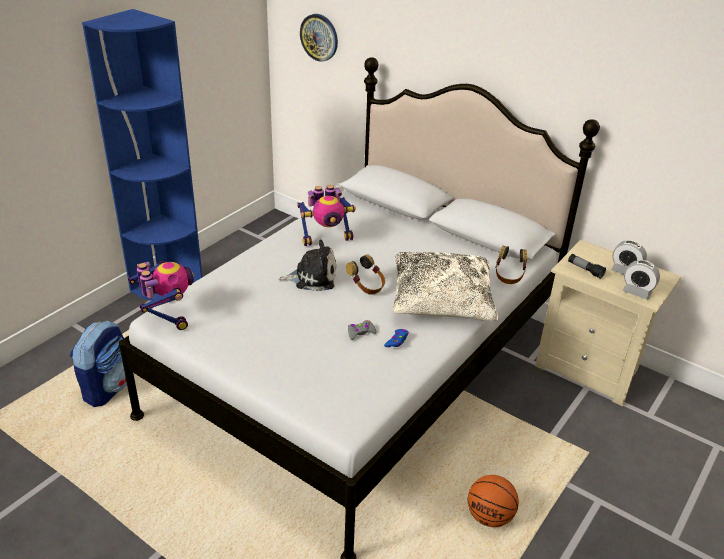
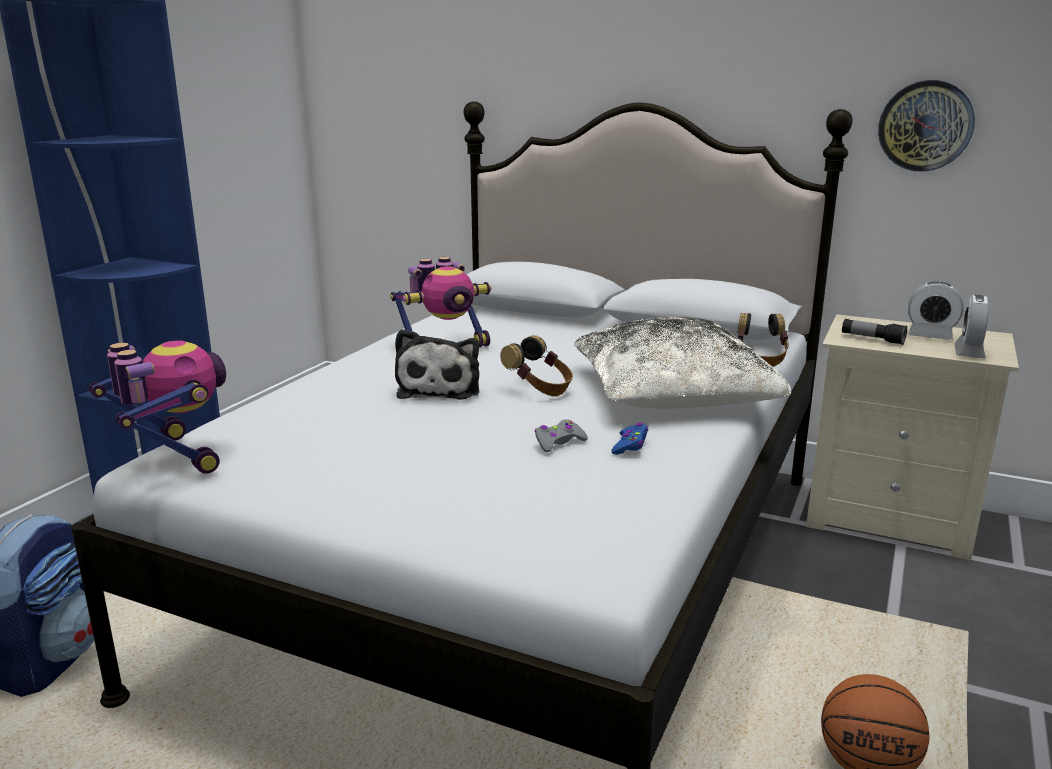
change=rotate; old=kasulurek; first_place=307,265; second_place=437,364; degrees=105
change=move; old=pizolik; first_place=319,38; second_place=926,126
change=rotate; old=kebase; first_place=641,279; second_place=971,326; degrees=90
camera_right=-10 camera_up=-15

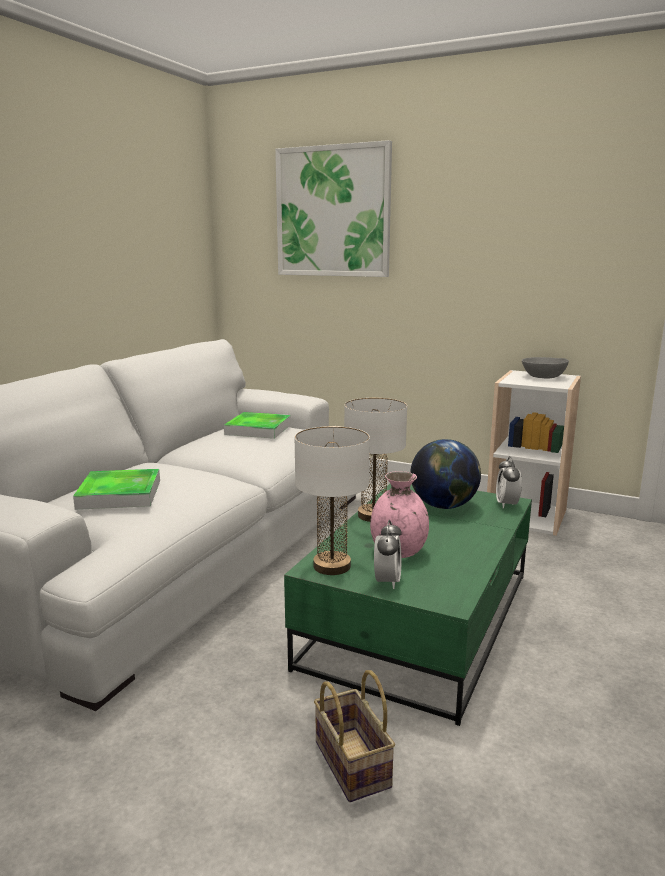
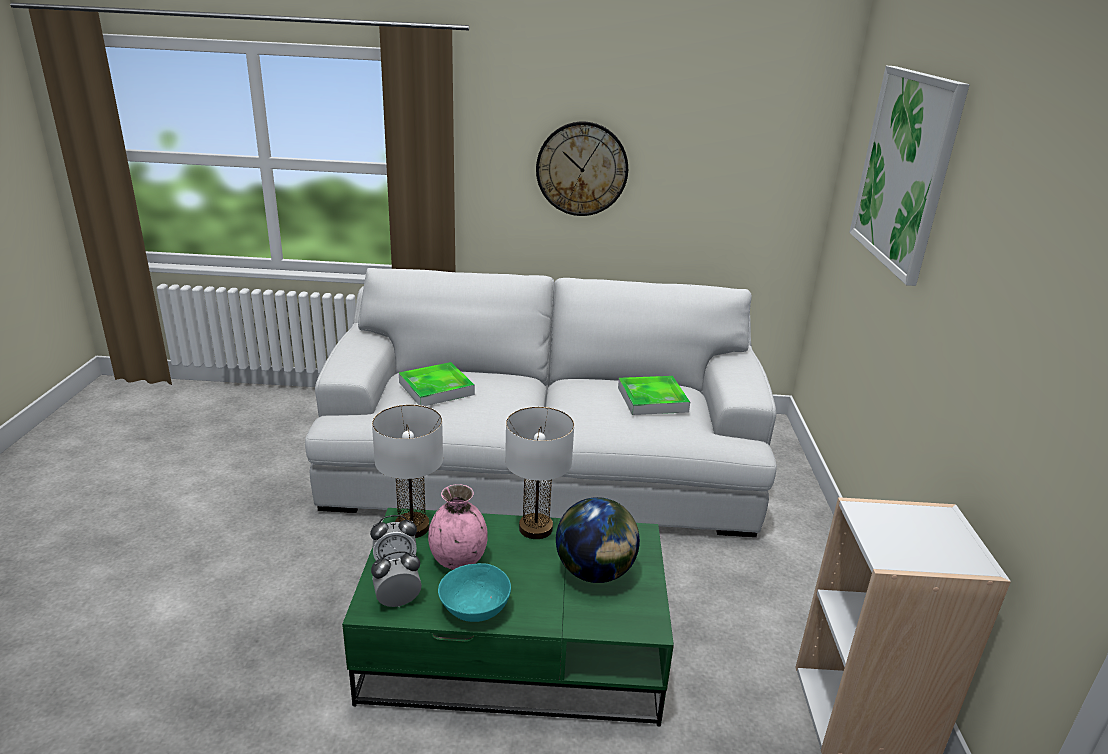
change=delete; old=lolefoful; first_place=354,736
change=move; old=kebase; first_place=509,482; second_place=396,579
change=delete; old=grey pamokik; first_place=545,368
change=insert; new=turquoise pamokik; second_place=474,592
change=insert; new=pizolik; second_place=582,169
camera_right=65 camera_up=10

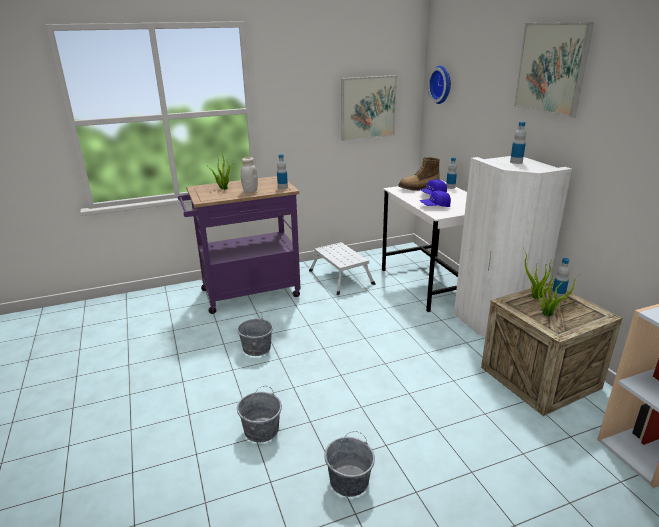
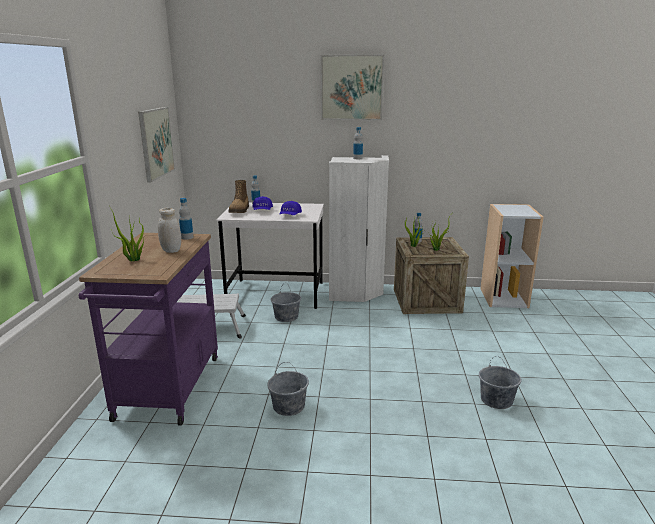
change=move; old=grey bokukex; first_place=259,414; second_place=286,303
change=delete; old=pizolik; first_place=439,85
camera_right=-65 camera_up=-5

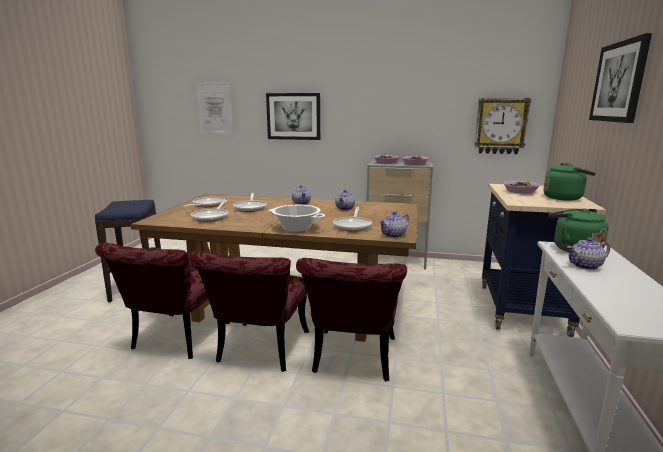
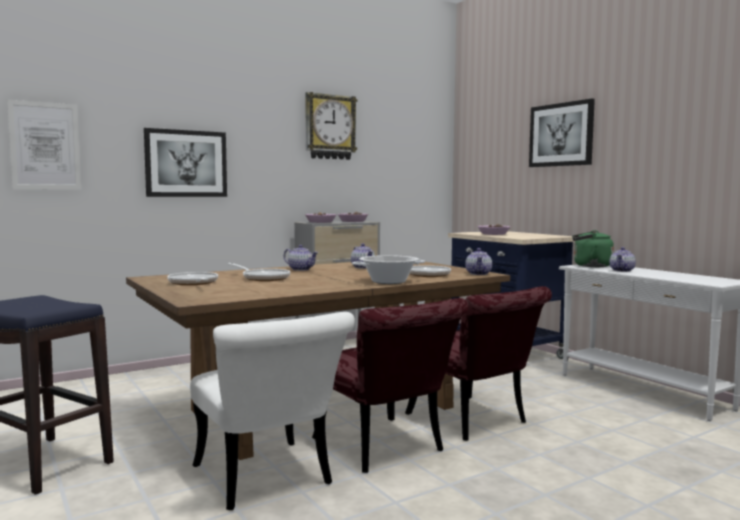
change=recolor; old=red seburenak; new=white seburenak; first_place=162,301; second_place=272,411
change=delete; old=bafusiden; first_place=209,211
change=move; old=pizolik; first_place=502,126; second_place=331,126
change=delete; old=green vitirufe; first_place=569,182
camera_right=-45 camera_up=-10

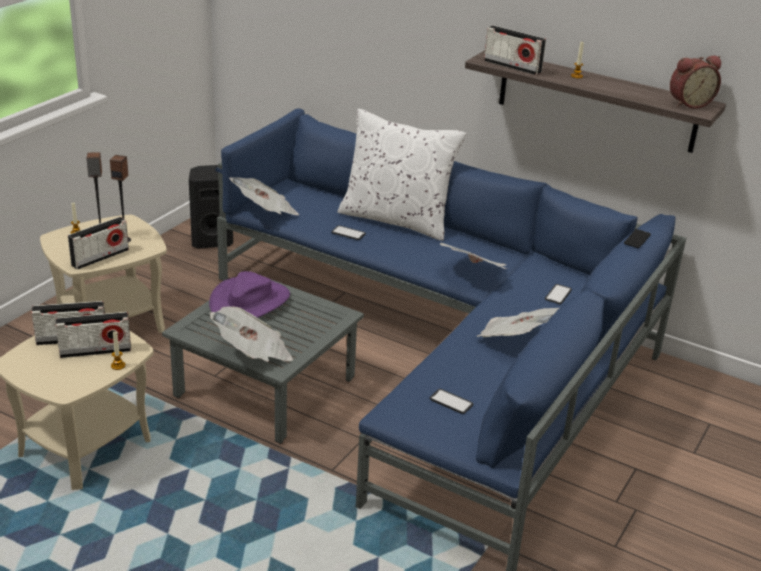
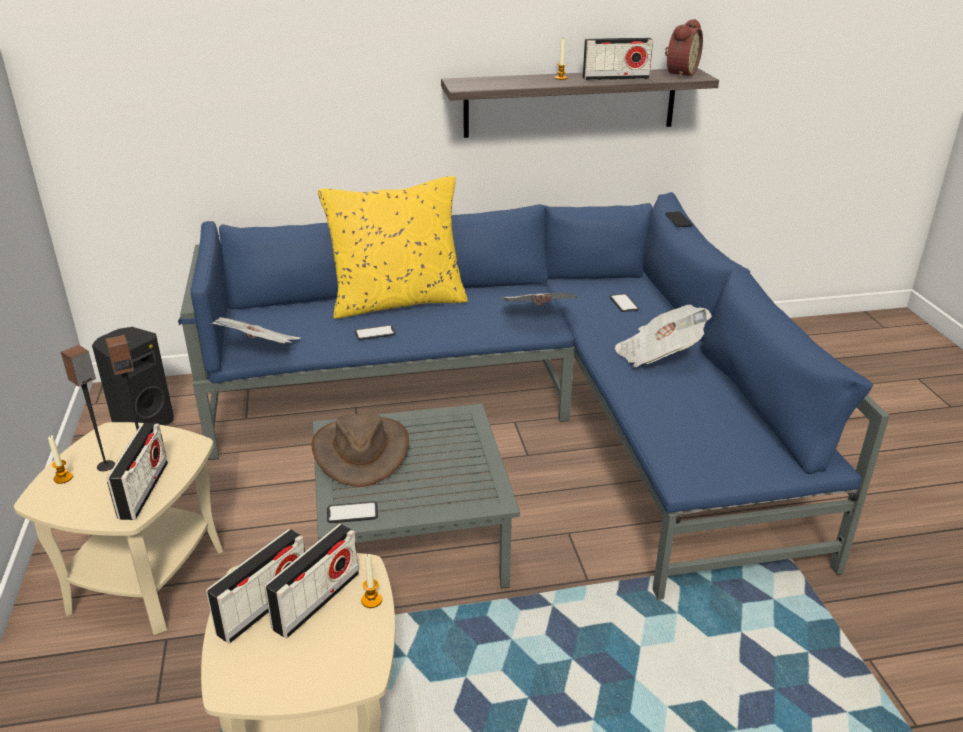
change=recolor; old=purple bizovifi; new=brown bizovifi; first_place=249,294; second_place=360,450
change=delete; old=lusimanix; first_place=251,334
change=recolor; old=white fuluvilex; new=yellow fuluvilex; first_place=401,175; second_place=393,247
change=move; old=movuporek; first_place=451,401; second_place=352,512
change=move; old=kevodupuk; first_place=515,50; second_place=618,59
camera_right=-40 camera_up=0

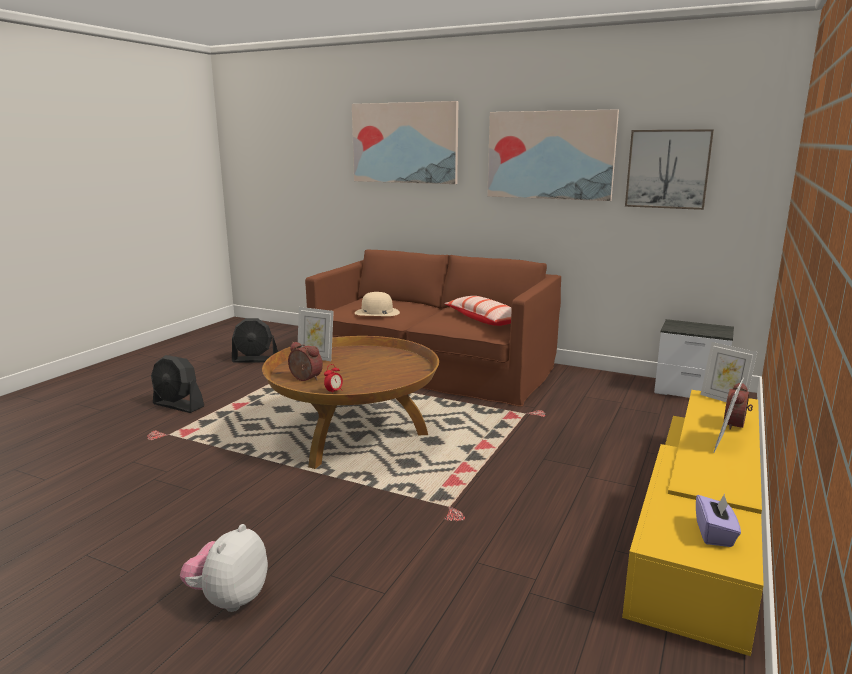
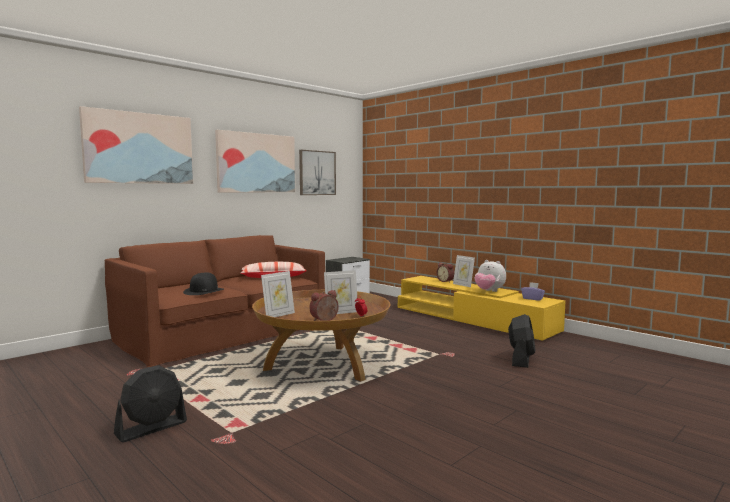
change=move; old=kasulurek; first_place=224,568; second_place=490,276
change=move; old=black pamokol; first_place=255,340; second_place=521,341
change=recolor; old=beige bizovifi; new=black bizovifi; first_place=377,304; second_place=203,284
change=move; old=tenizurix; first_place=729,372; second_place=341,292
camera_right=-70 camera_up=-10

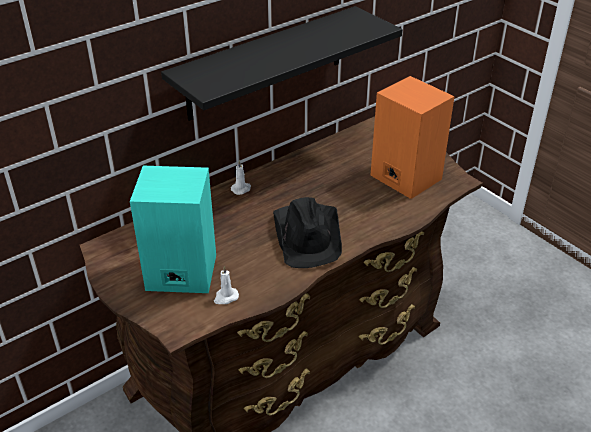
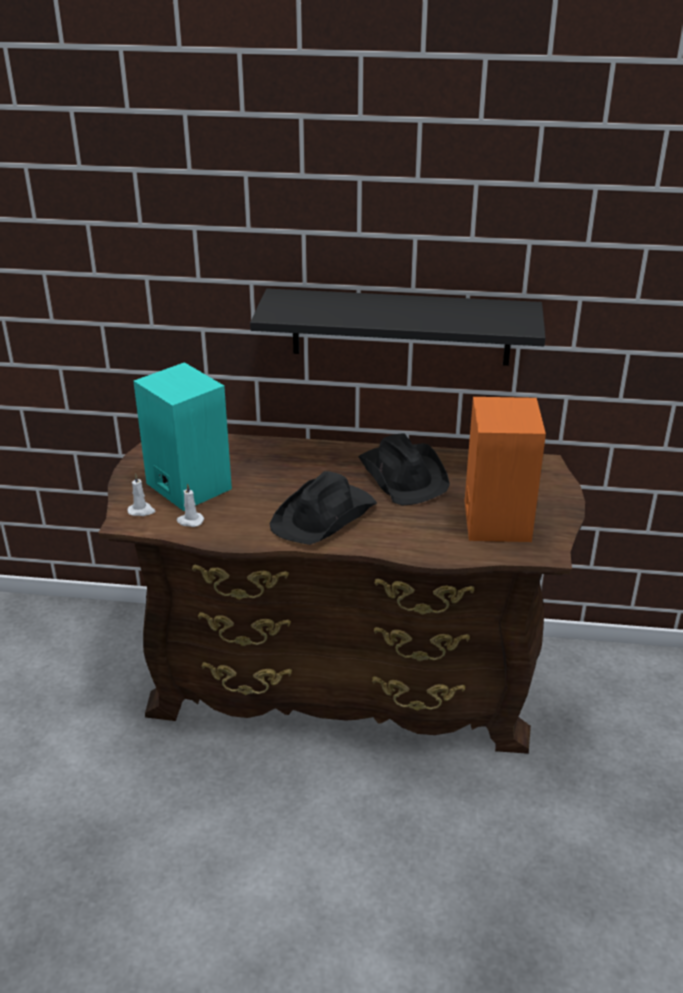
change=move; old=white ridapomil; first_place=241,177; second_place=142,495
change=insert; new=black bizovifi; second_place=404,469
camera_right=45 camera_up=-5

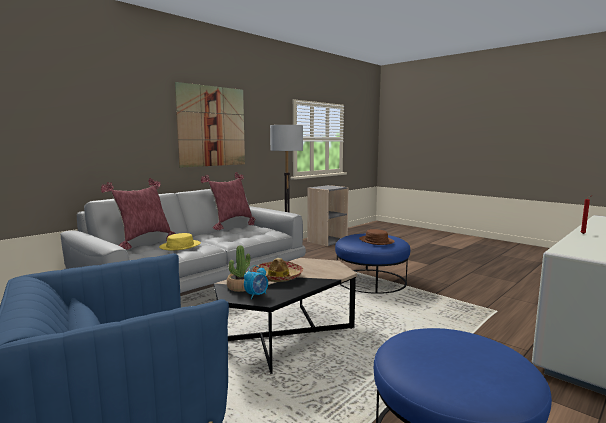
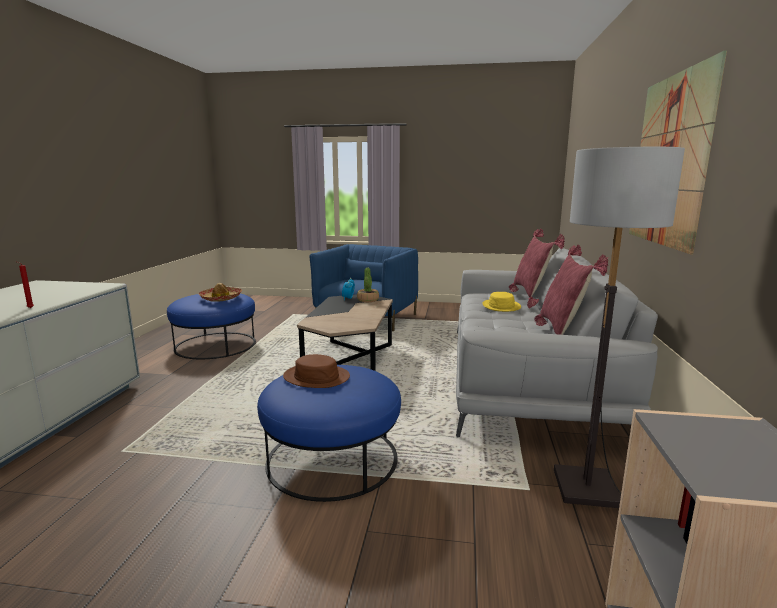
change=move; old=bizovifi; first_place=277,270; second_place=220,292
camera_right=145 camera_up=5

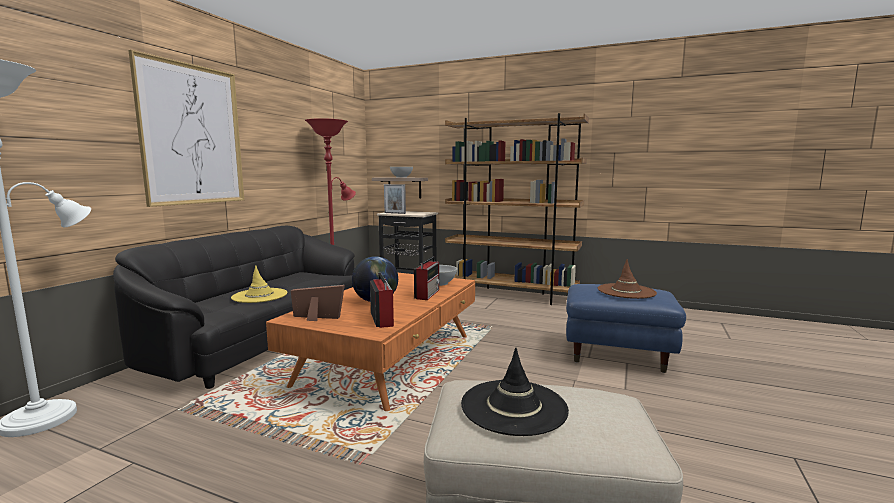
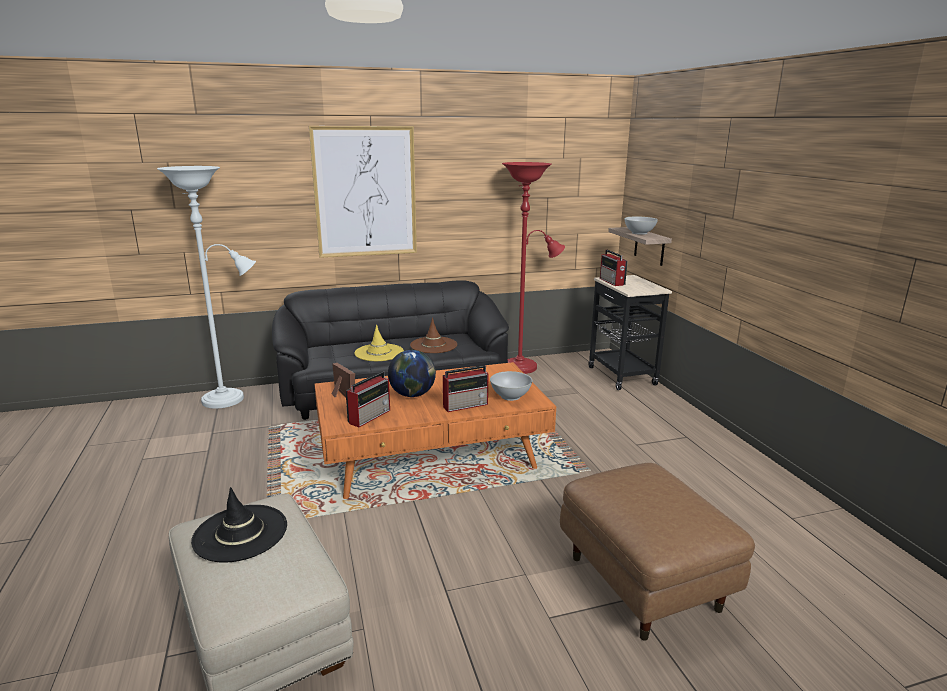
change=replace; old=tenizurix; new=kevodupuk; first_place=395,199; second_place=614,268
change=delete; old=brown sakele; first_place=517,209
change=recolor; old=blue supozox; new=brown supozox; first_place=626,328; second_place=657,552
change=move; old=brown bizovifi; first_place=627,279; second_place=433,335
camera_right=50 camera_up=10

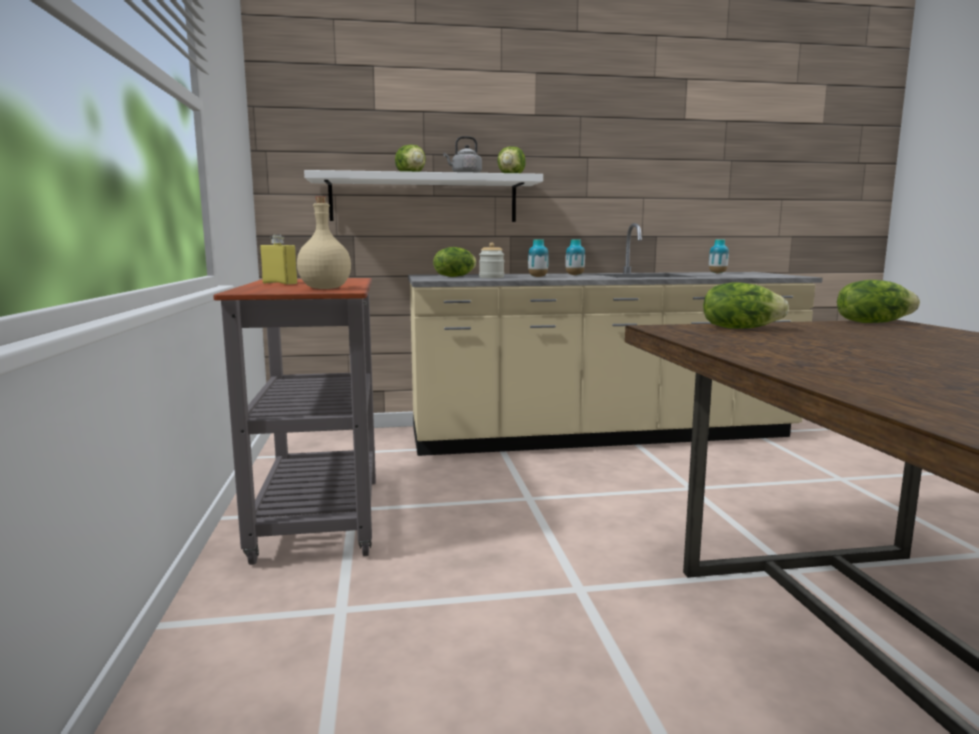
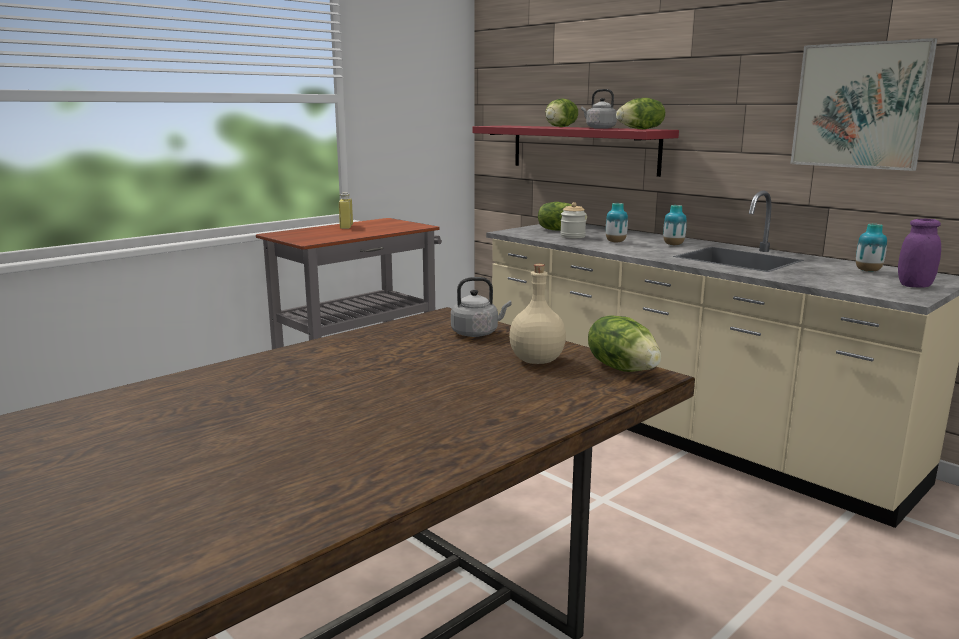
change=move; old=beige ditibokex; first_place=324,242; second_place=537,314
change=recolor; old=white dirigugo; new=red dirigugo; first_place=423,196; second_place=576,151
change=replace; old=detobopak; new=grey vitirufe; first_place=746,305; second_place=481,307
change=insert; new=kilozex; second_place=863,104
change=insert; new=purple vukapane; second_place=919,253
camera_right=55 camera_up=5

